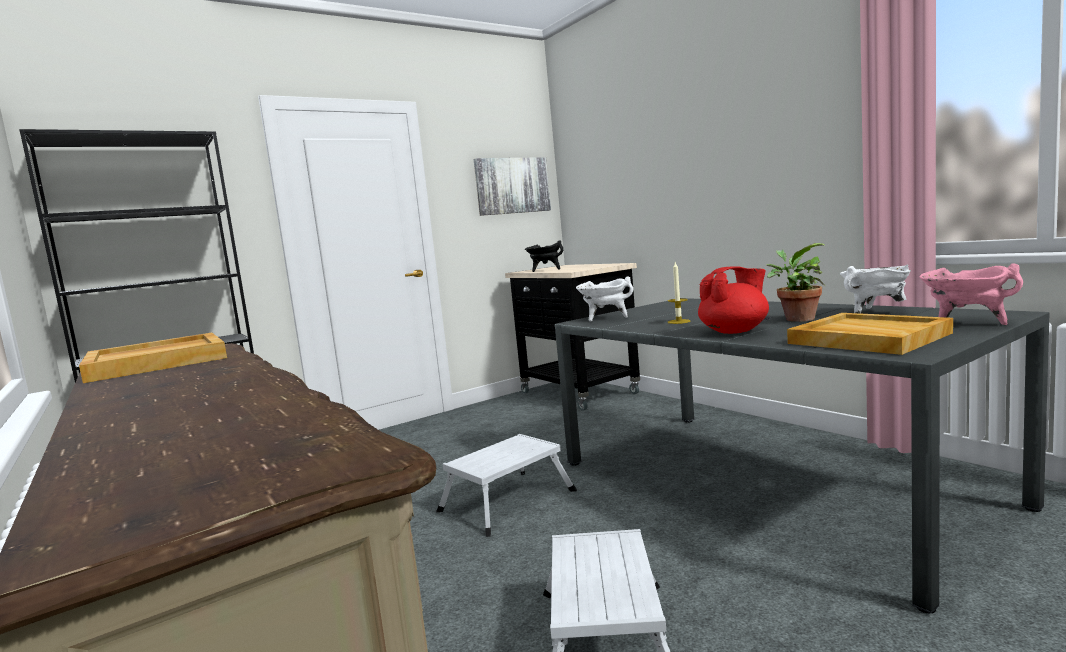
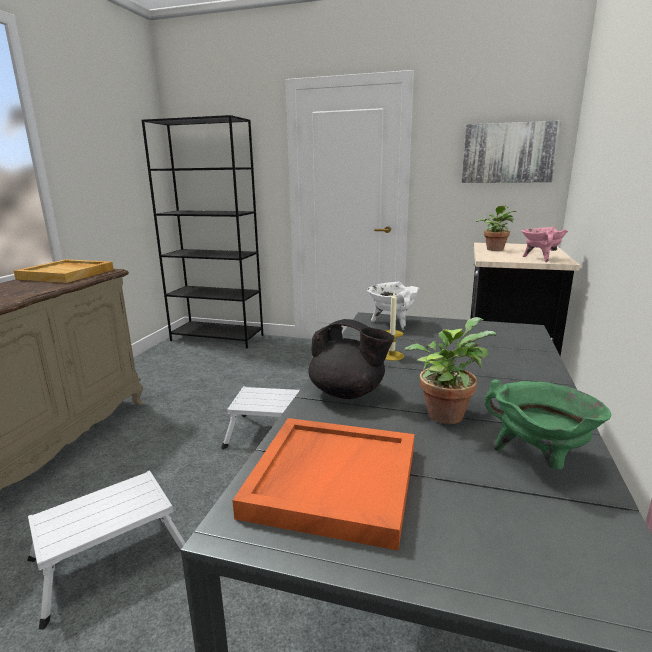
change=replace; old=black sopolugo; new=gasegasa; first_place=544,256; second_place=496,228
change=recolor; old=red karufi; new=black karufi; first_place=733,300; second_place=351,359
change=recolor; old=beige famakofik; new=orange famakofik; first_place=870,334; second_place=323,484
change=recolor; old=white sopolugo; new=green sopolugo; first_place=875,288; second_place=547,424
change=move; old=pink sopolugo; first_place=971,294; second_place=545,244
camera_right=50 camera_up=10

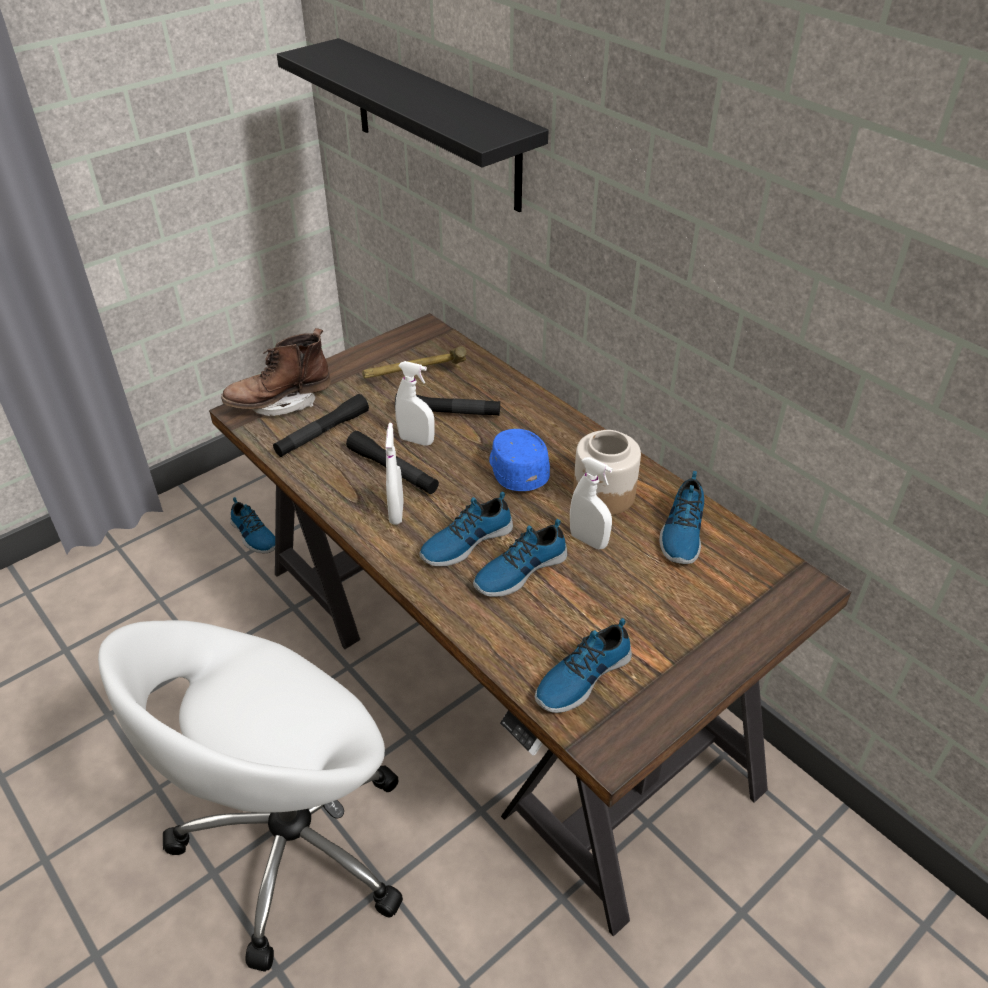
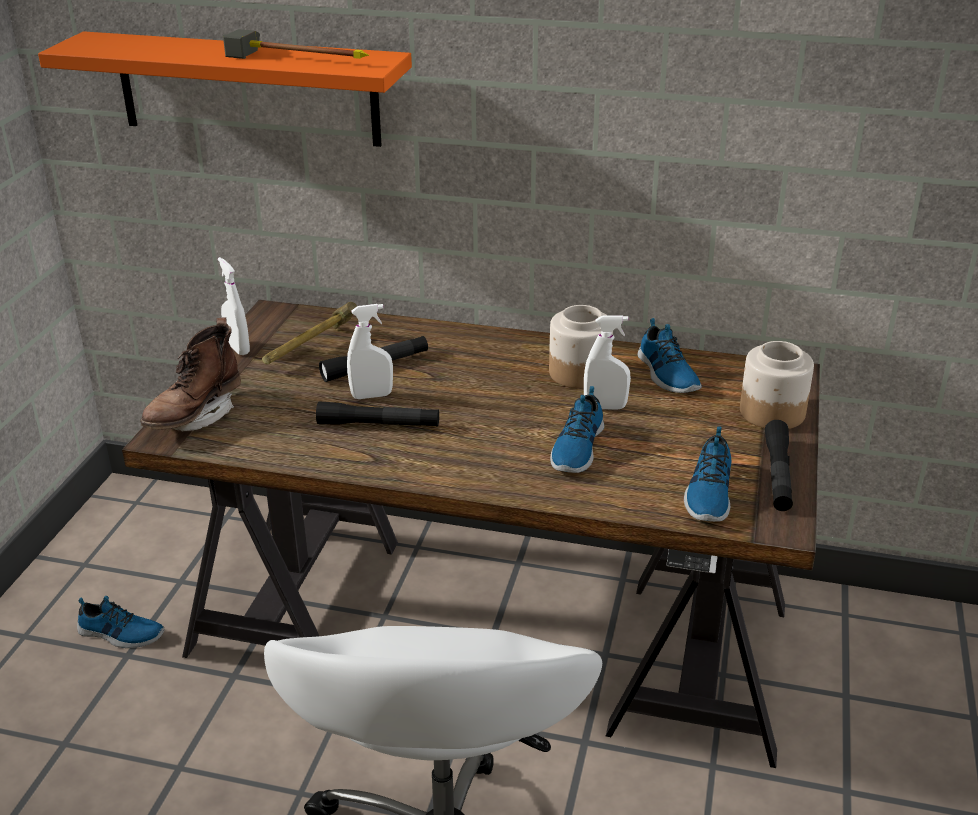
change=move; old=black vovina; first_place=321,425; second_place=779,465
change=recolor; old=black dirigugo; new=orange dirigugo; first_place=413,125; second_place=225,89
change=move; old=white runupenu; first_place=395,474; second_place=234,306
change=delete; old=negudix; first_place=466,529
change=delete; old=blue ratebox; first_place=519,460
change=insert; new=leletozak; second_place=296,44
change=insert; new=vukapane; second_place=777,385
camera_right=-35 camera_up=-10

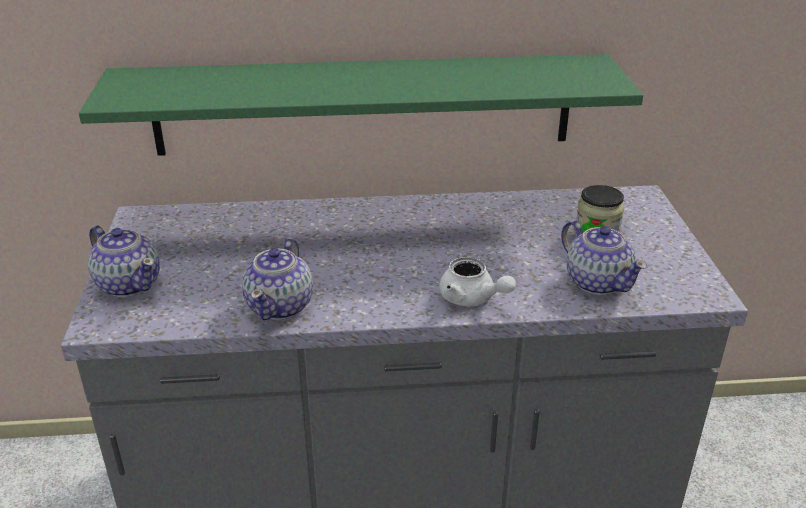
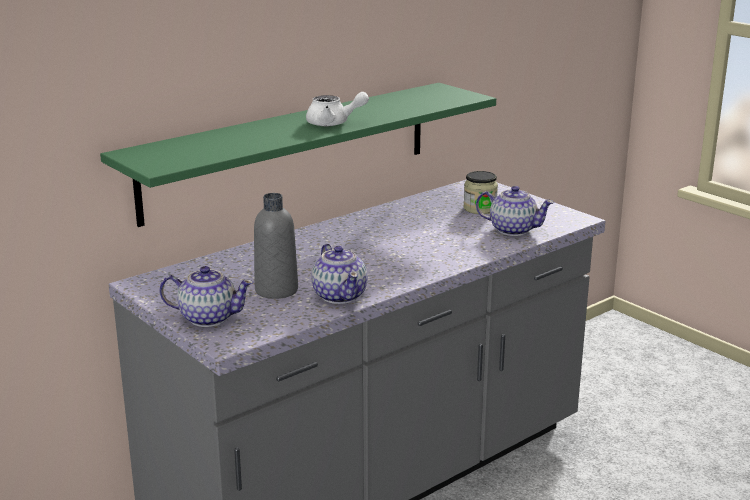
change=move; old=white karufi; first_place=477,281; second_place=337,109
change=insert; new=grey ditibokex; second_place=276,246
camera_right=-35 camera_up=-10

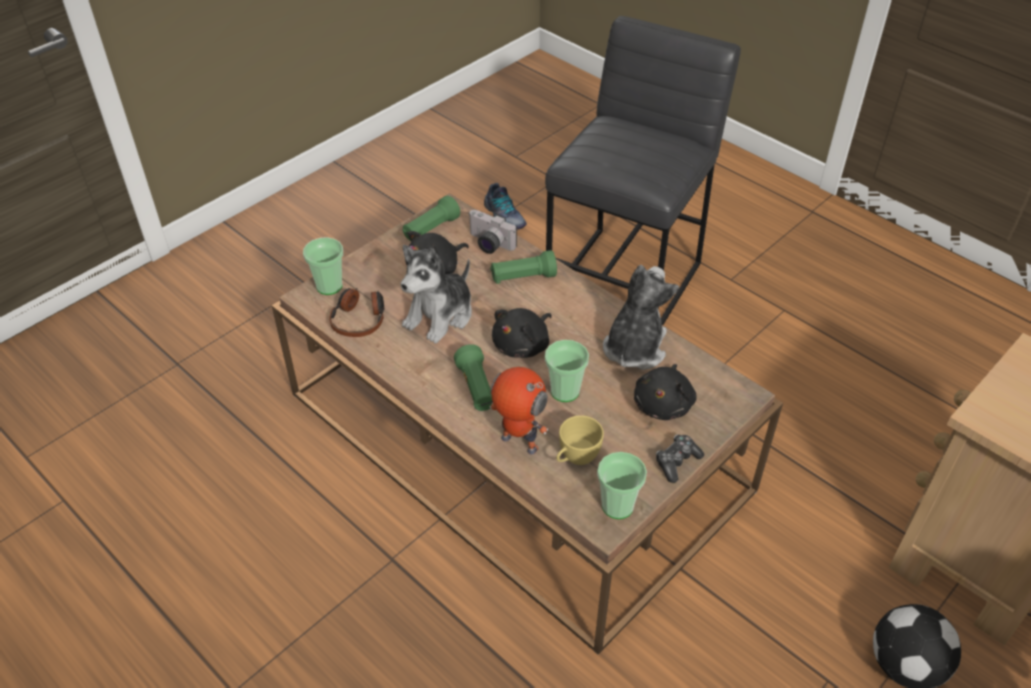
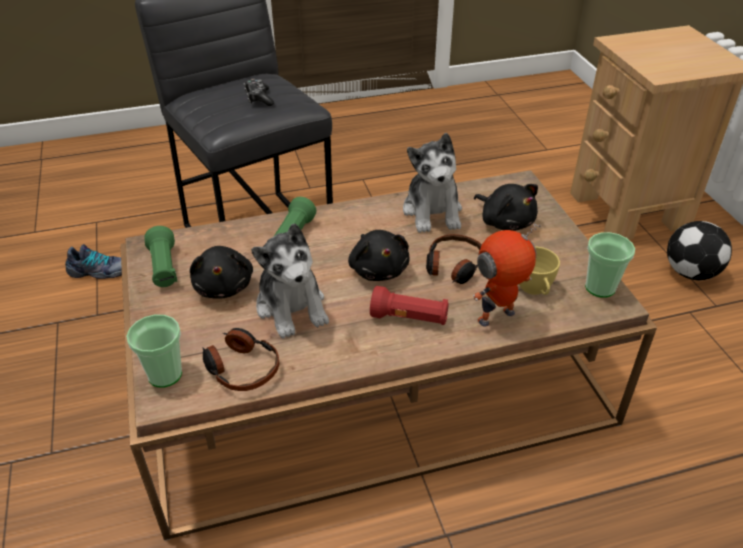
change=recolor; old=green vovina; new=red vovina; first_place=473,377; second_place=409,305
change=delete; old=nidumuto; first_place=492,232
change=replace; old=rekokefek; new=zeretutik; first_place=567,371; second_place=454,259
change=rotate; old=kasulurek; first_place=641,317; second_place=432,183; degrees=-150
change=move; old=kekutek; first_place=680,459; second_place=259,92
camera_right=-60 camera_up=-5

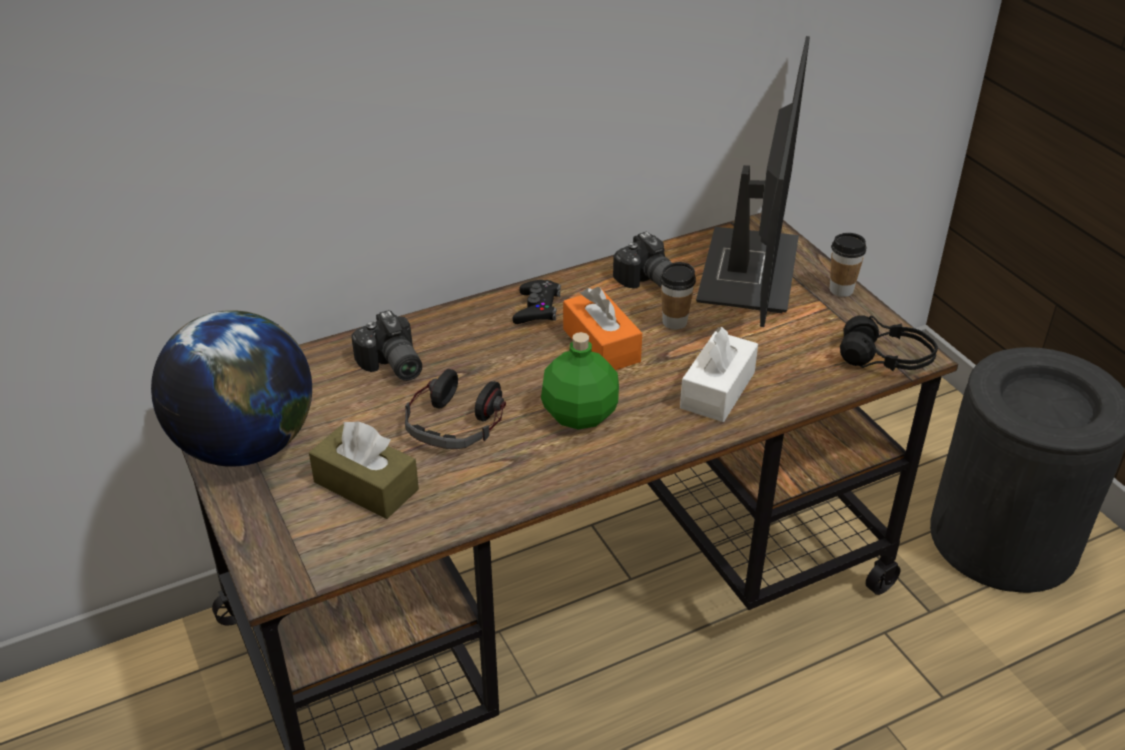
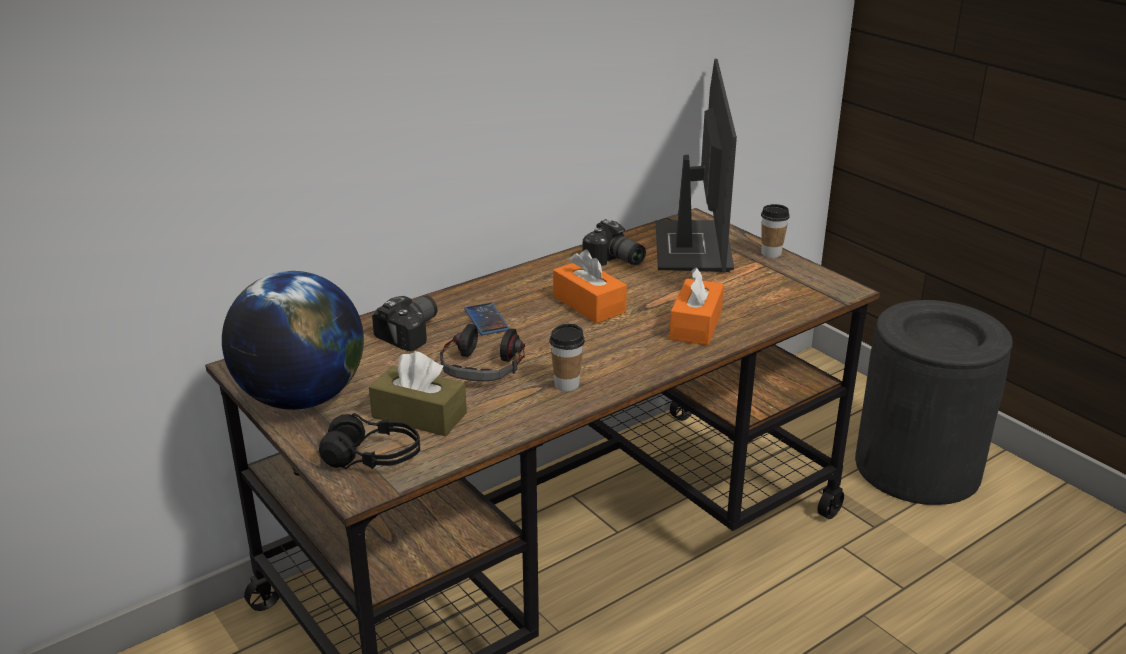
change=rotate; old=nidumuto; first_place=387,345; second_place=404,323; degrees=-105
change=delete; old=black kekutek; first_place=536,302
change=delete; old=green ditibokex; first_place=580,381
change=move; old=rekokefek; first_place=678,296; second_place=567,357
change=recolor; old=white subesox; new=orange subesox; first_place=719,374; second_place=696,306
change=move; old=black zeretutik; first_place=889,343; second_place=369,441
change=insert; new=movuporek; second_place=487,319
camera_right=-10 camera_up=-10

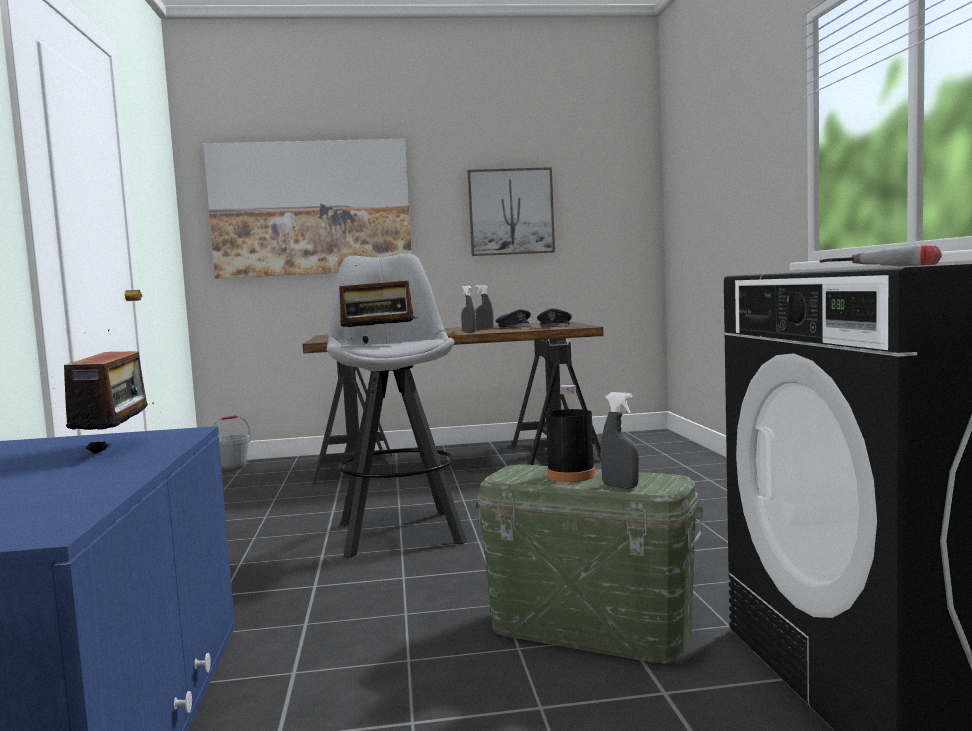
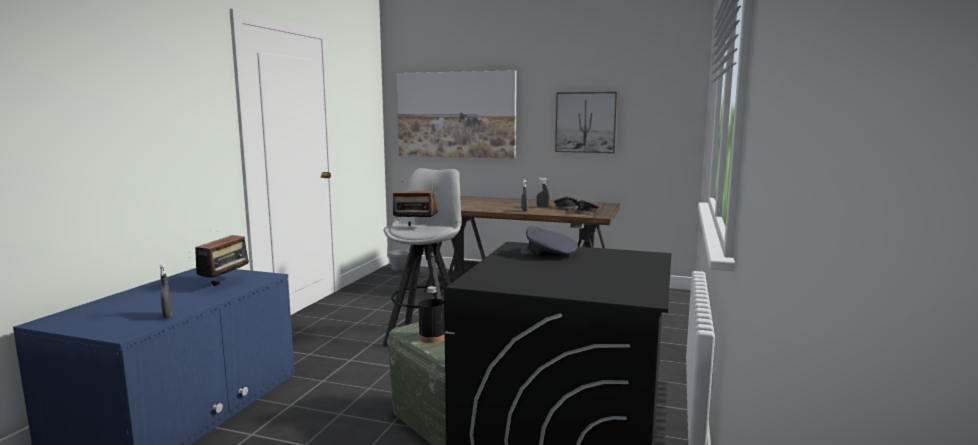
change=move; old=grey runupenu; first_place=619,440; second_place=166,290
change=delete; old=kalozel; first_place=880,255
change=insert; new=grey ratebox; second_place=549,241
camera_right=25 camera_up=5

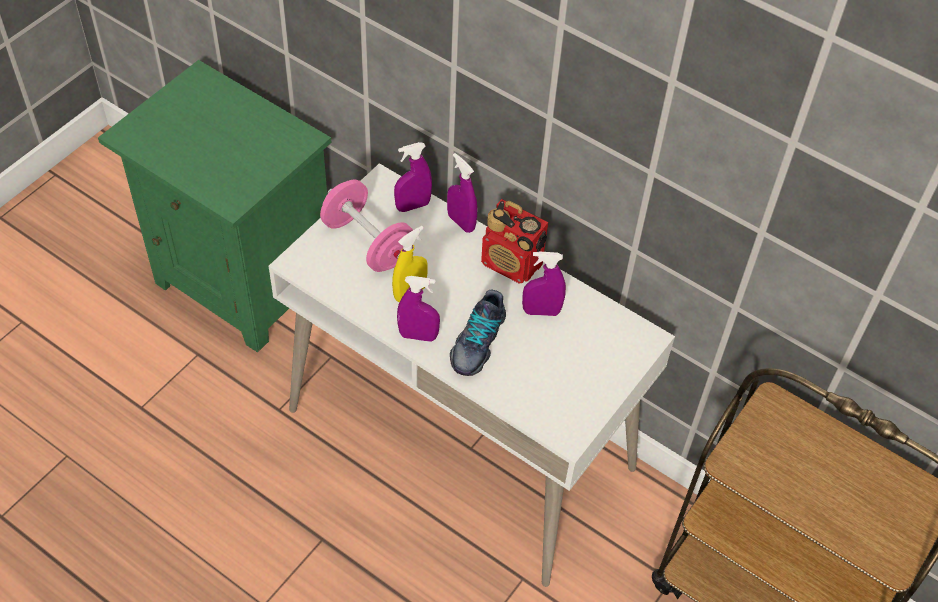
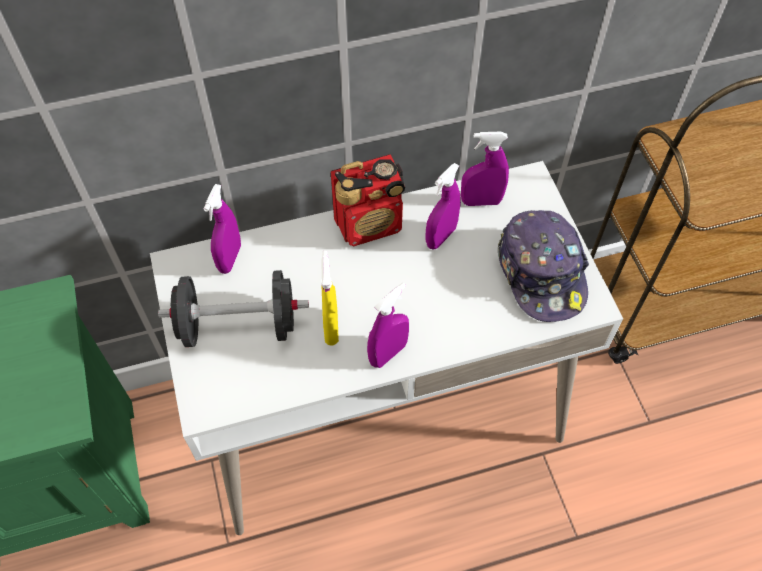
change=recolor; old=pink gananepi; new=black gananepi; first_place=366,226; second_place=233,308
change=move; old=purple runupenu; first_place=462,193; second_place=485,169
change=delete; old=negudix; first_place=478,333
change=insert; new=ratebox; second_place=543,266
camera_right=-50 camera_up=5

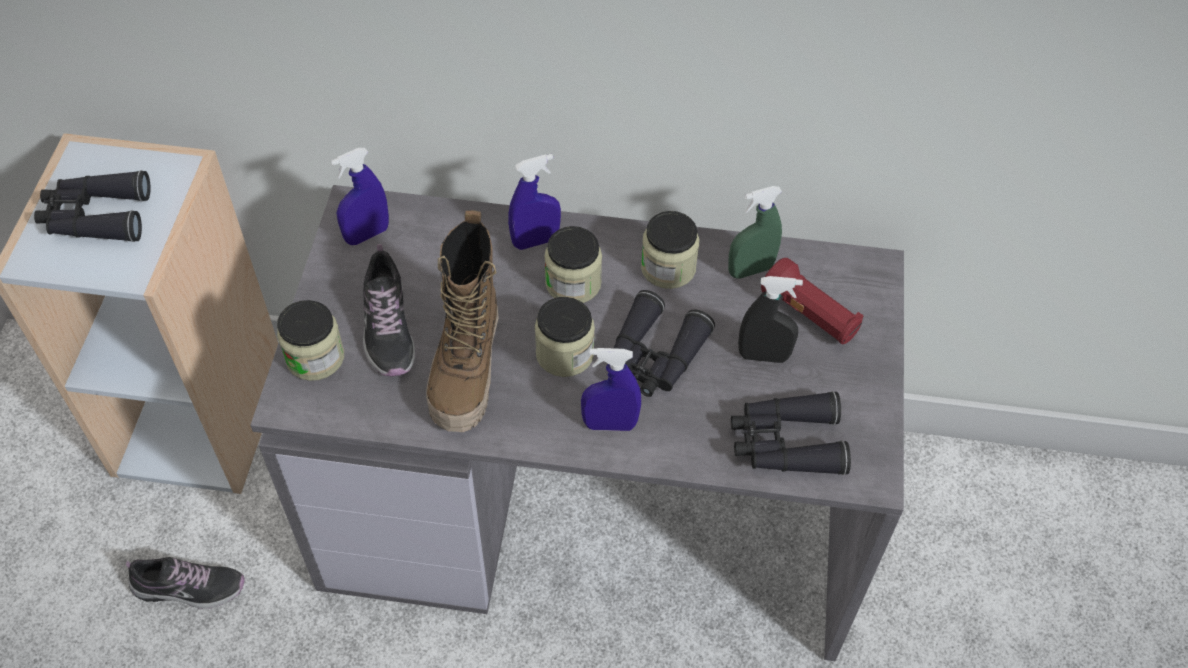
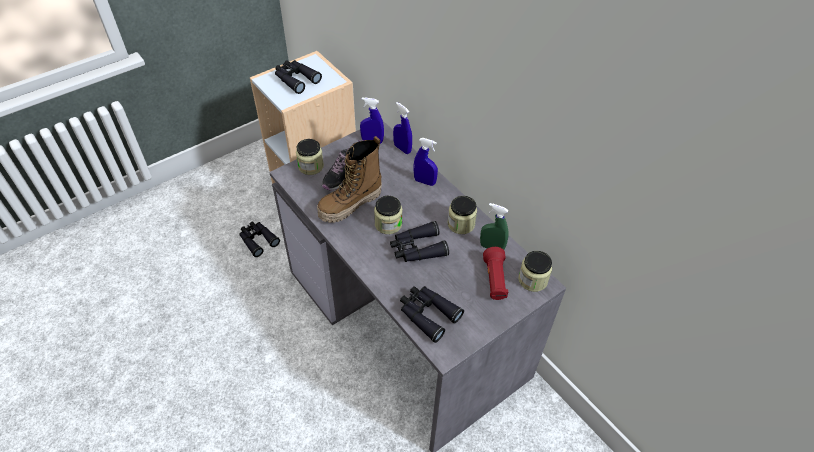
change=replace; old=negudix; new=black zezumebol; first_place=185,583; second_place=259,239
change=move; old=vukapane; first_place=573,264; second_place=535,271
change=move; old=blue runupenu; first_place=611,389; second_place=402,128
change=delete; old=black runupenu; first_place=770,319
camera_right=45 camera_up=-5

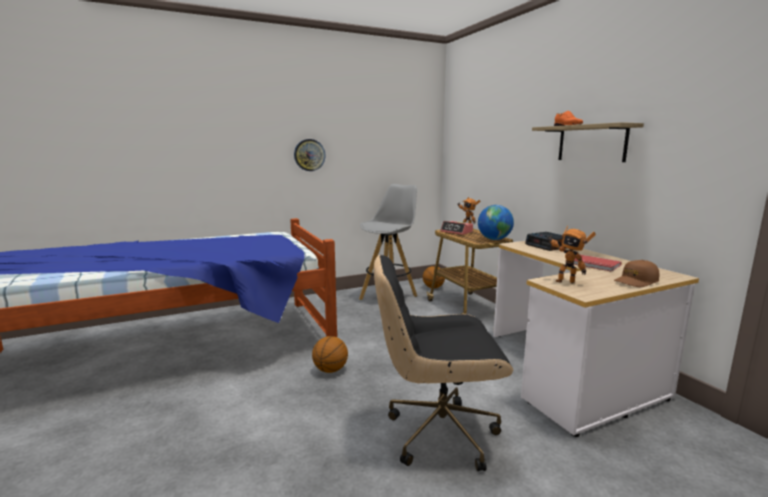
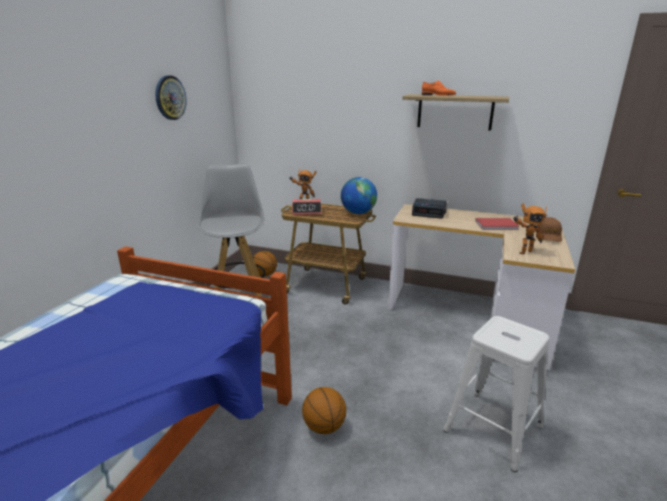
change=move; old=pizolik; first_place=309,155; second_place=171,97
change=replace; old=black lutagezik; new=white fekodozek; first_place=443,363; second_place=496,394
camera_right=-45 camera_up=10

